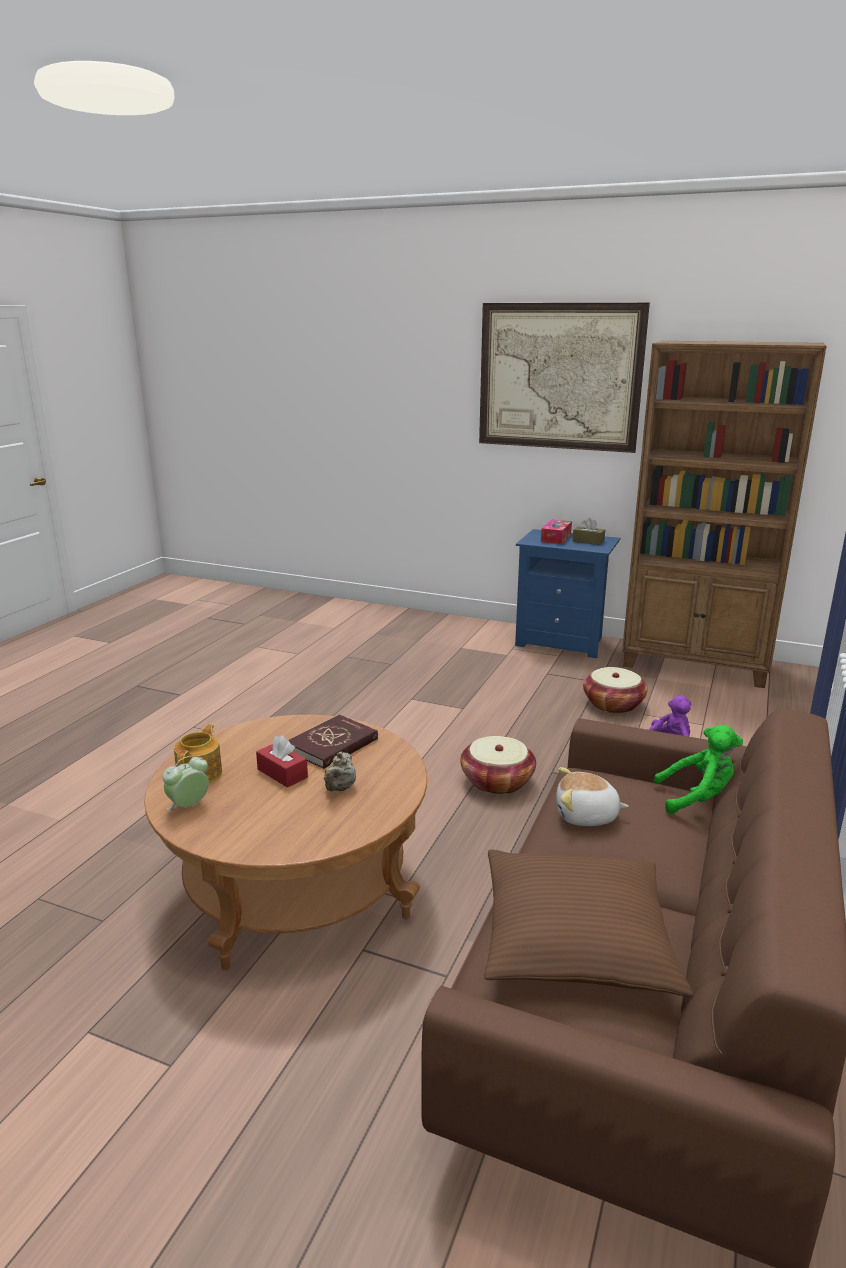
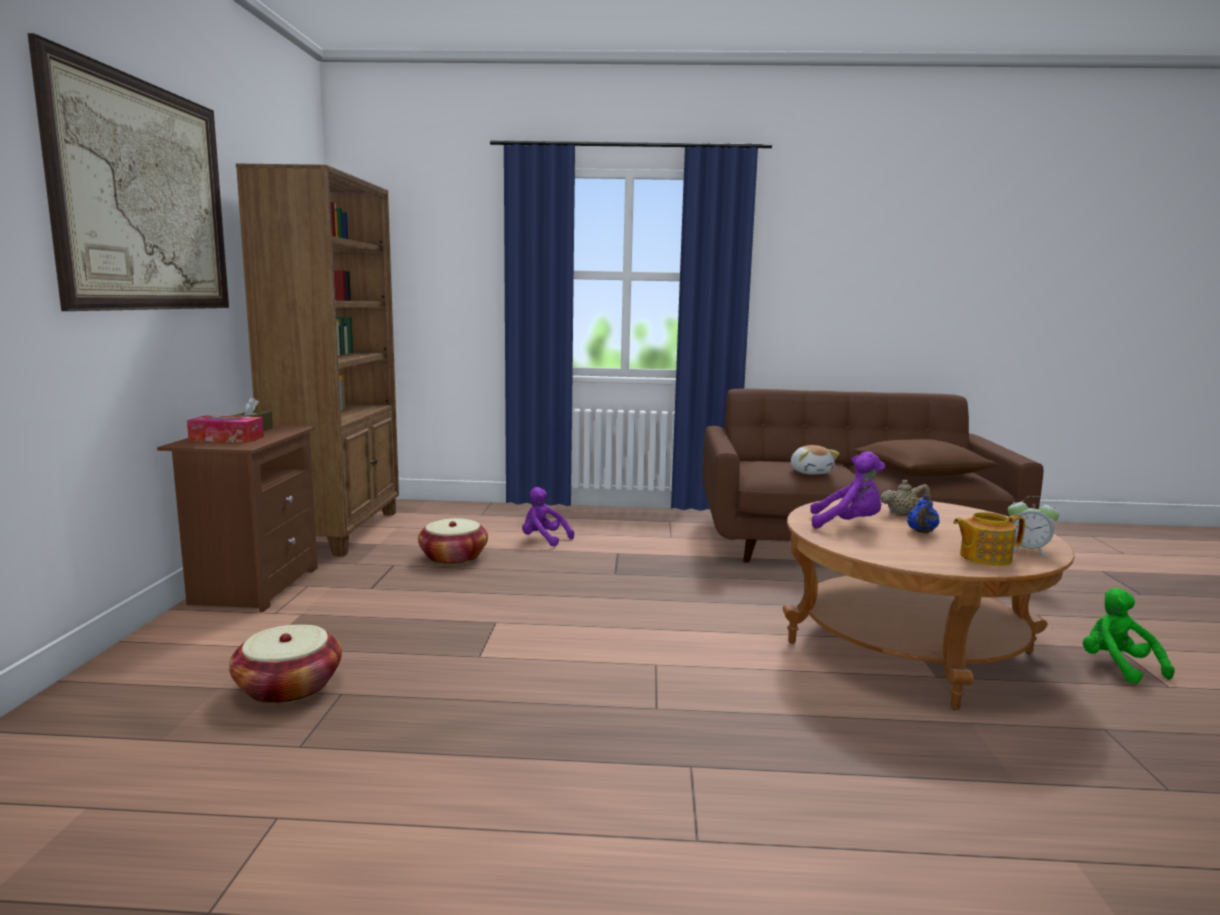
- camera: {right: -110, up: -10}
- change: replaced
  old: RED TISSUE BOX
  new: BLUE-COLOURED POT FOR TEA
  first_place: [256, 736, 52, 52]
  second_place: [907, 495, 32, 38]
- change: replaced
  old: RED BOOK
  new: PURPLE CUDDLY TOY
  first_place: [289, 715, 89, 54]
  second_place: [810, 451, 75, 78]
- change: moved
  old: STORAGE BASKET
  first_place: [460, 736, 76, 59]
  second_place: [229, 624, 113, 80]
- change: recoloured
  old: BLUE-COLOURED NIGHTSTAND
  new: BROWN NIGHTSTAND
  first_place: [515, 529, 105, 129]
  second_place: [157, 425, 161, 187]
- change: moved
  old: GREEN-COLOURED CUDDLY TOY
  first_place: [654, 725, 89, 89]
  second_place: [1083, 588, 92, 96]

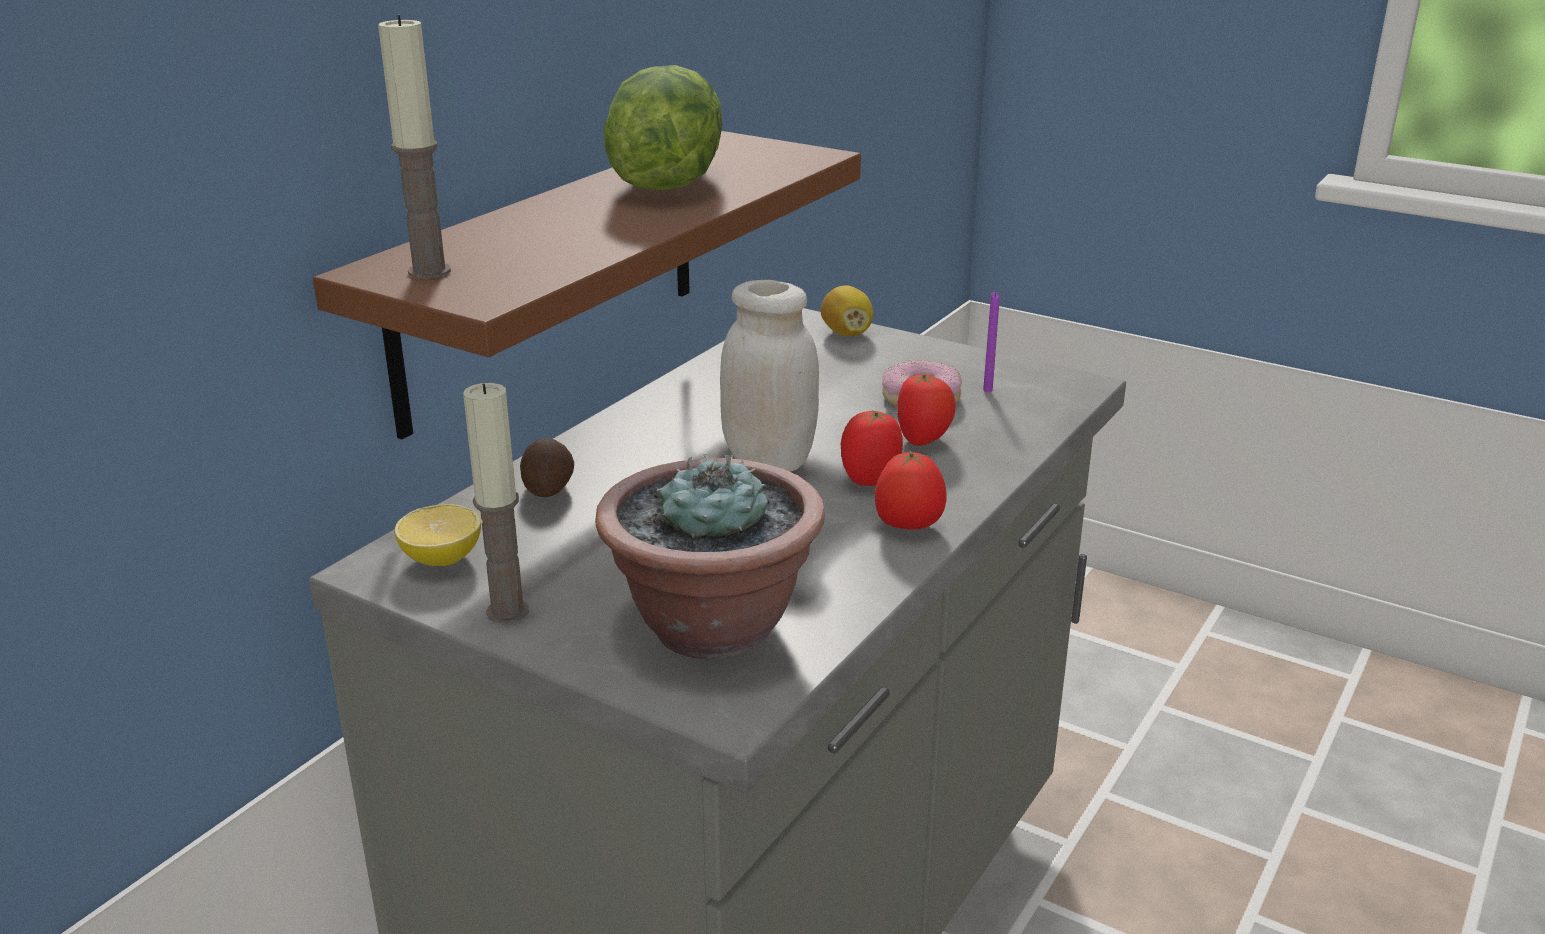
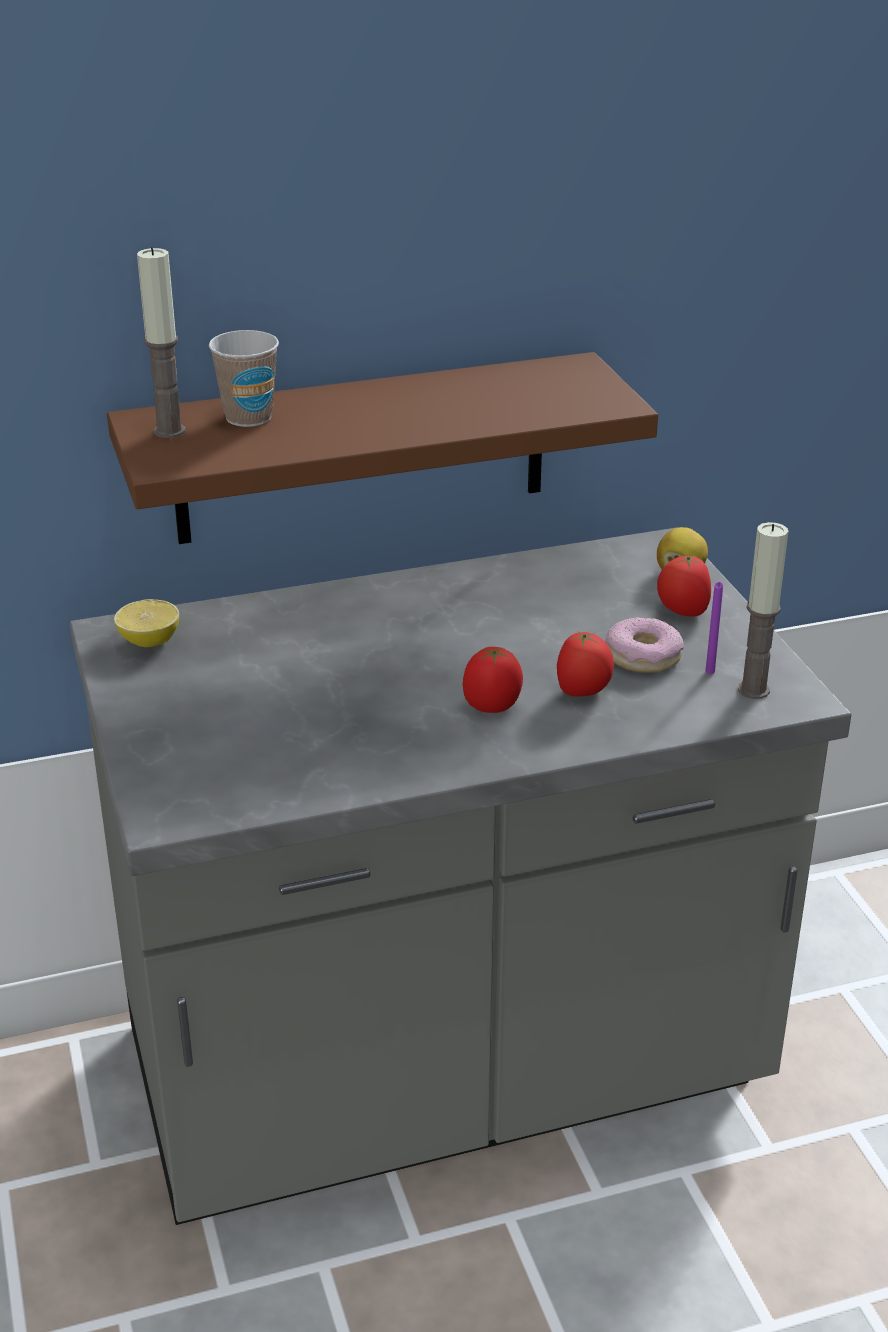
- camera: {right: 40, up: 5}
- change: moved
  old: CANDLE
  first_place: [463, 383, 66, 241]
  second_place: [738, 522, 50, 177]
- change: removed
  old: WHOLE POTATO
  first_place: [520, 438, 54, 59]
- change: removed
  old: POTTED PLANT
  first_place: [595, 454, 230, 206]
- change: removed
  old: HEAD OF LETTUCE
  first_place: [604, 65, 118, 125]
- change: removed
  old: WHITISH STORAGE JAR
  first_place: [720, 280, 99, 192]
- change: moved
  old: FRESH TOMATO
  first_place: [875, 451, 72, 79]
  second_place: [657, 555, 54, 61]
- change: added
  new: SMALL CUP
  second_place: [209, 330, 70, 97]

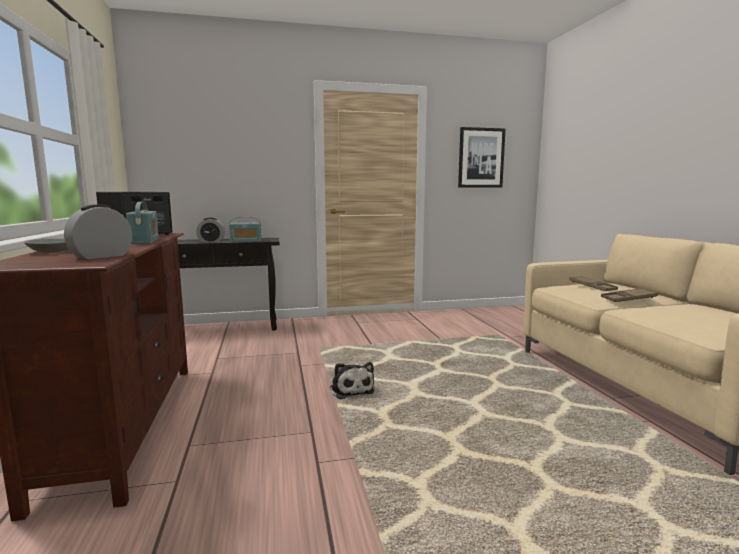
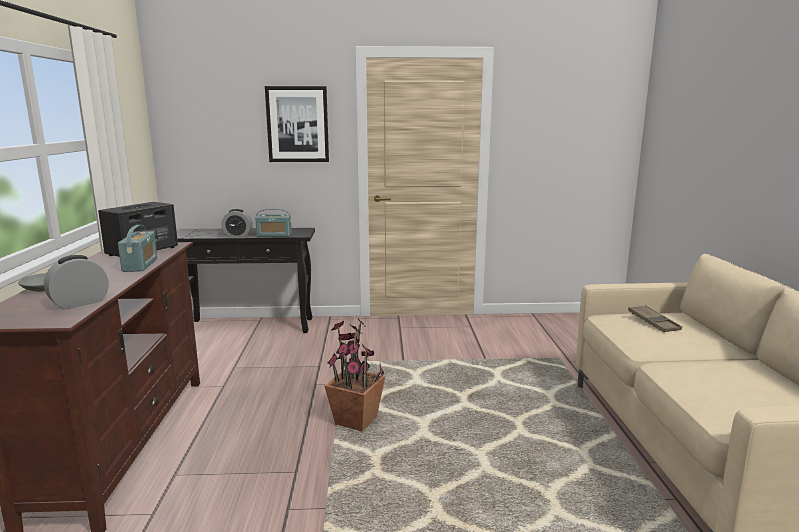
- camera: {right: 10, up: 5}
- change: replaced
  old: CUDDLY TOY
  new: POTTED PLANT
  first_place: [330, 362, 44, 37]
  second_place: [324, 318, 61, 113]
- change: moved
  old: WALL PICTURE
  first_place: [458, 127, 48, 61]
  second_place: [265, 86, 64, 76]
- change: removed
  old: BROWN SERVING TRAY
  first_place: [601, 288, 57, 14]

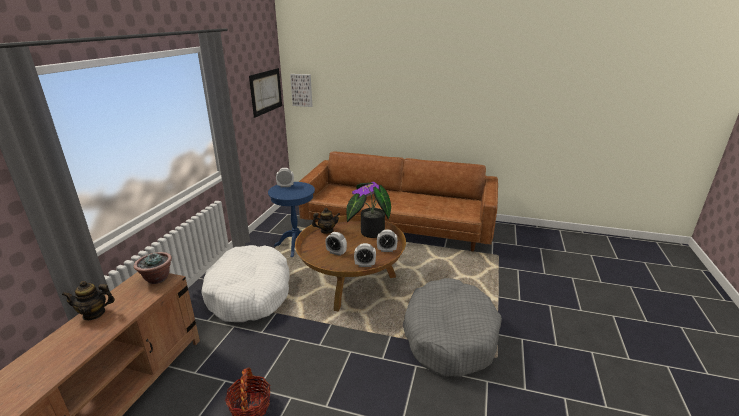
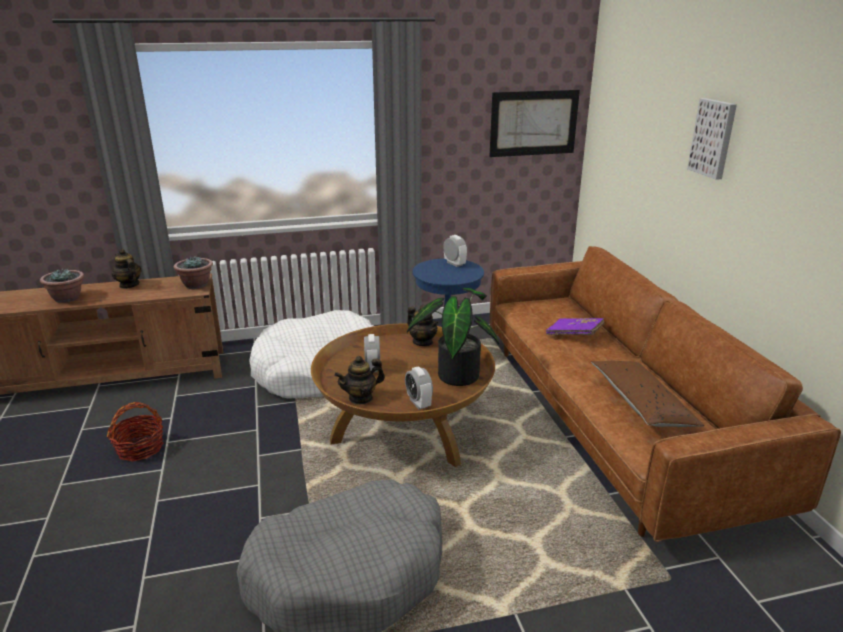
- camera: {right: 60, up: 0}
- change: moved
  old: WALL PICTURE
  first_place: [290, 74, 23, 33]
  second_place: [687, 98, 50, 82]
- change: replaced
  old: ALARM CLOCK
  new: POT FOR TEA
  first_place: [354, 243, 22, 24]
  second_place: [334, 356, 51, 49]
- change: added
  new: POTTED PLANT
  second_place: [40, 268, 44, 35]
- change: added
  new: BROWN CUSHION
  second_place: [591, 361, 113, 66]

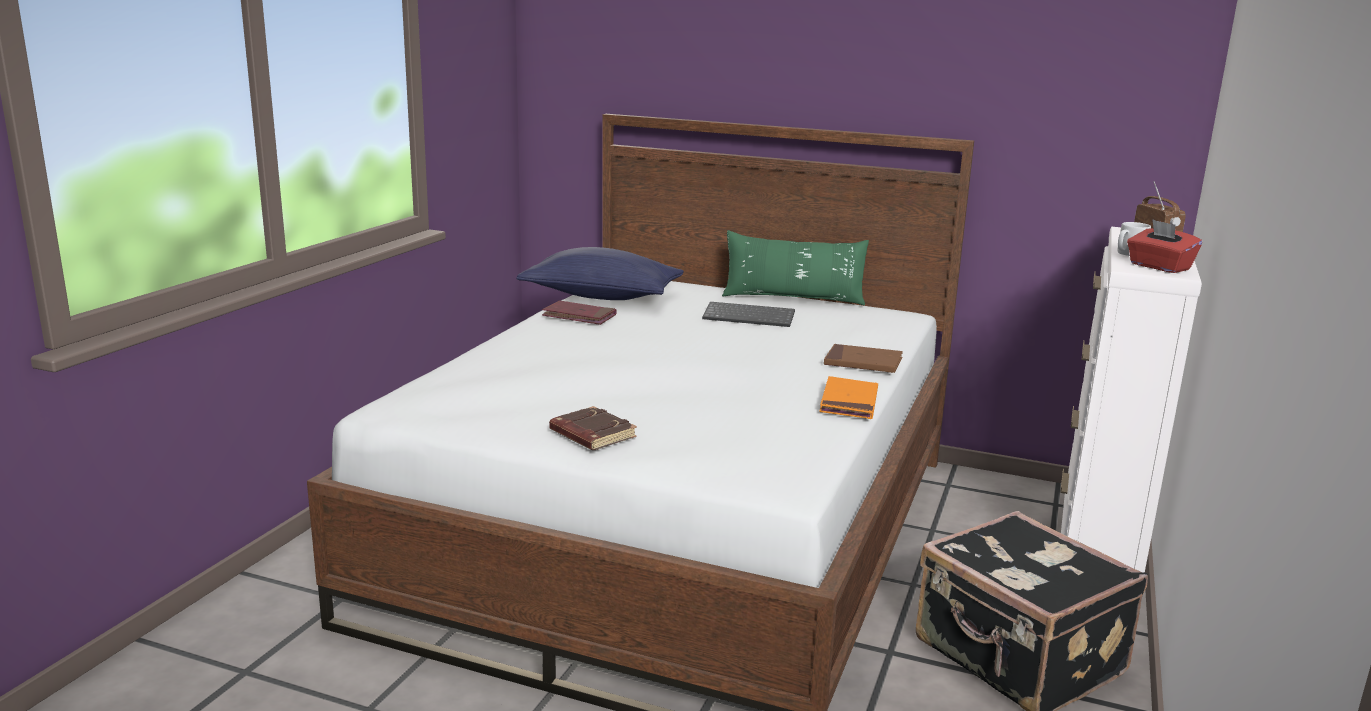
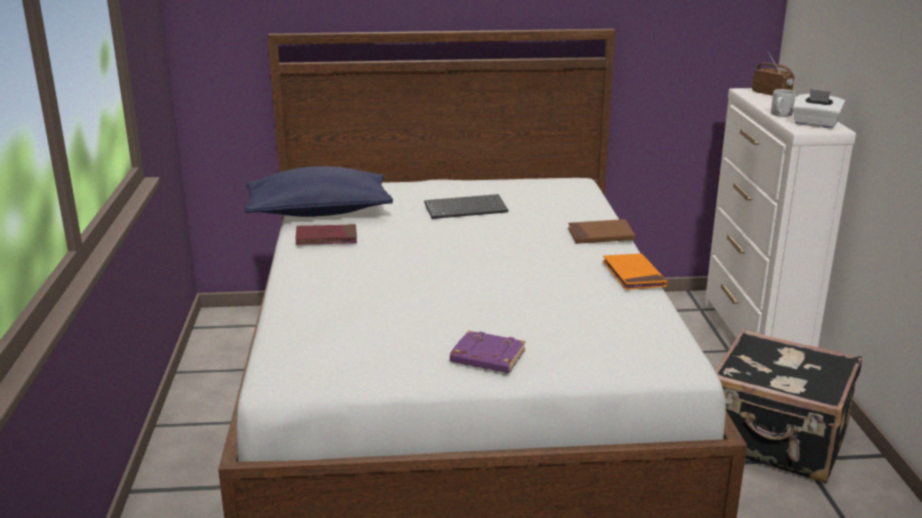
- camera: {right: -25, up: 5}
- change: recoloured
  old: BROWN BOOK
  new: PURPLE BOOK
  first_place: [549, 406, 88, 44]
  second_place: [450, 330, 76, 43]
- change: removed
  old: GREEN-COLOURED CUSHION
  first_place: [722, 230, 147, 75]
- change: recoloured
  old: RED TISSUE BOX
  new: WHITISH TISSUE BOX
  first_place: [1127, 219, 75, 54]
  second_place: [792, 89, 53, 39]

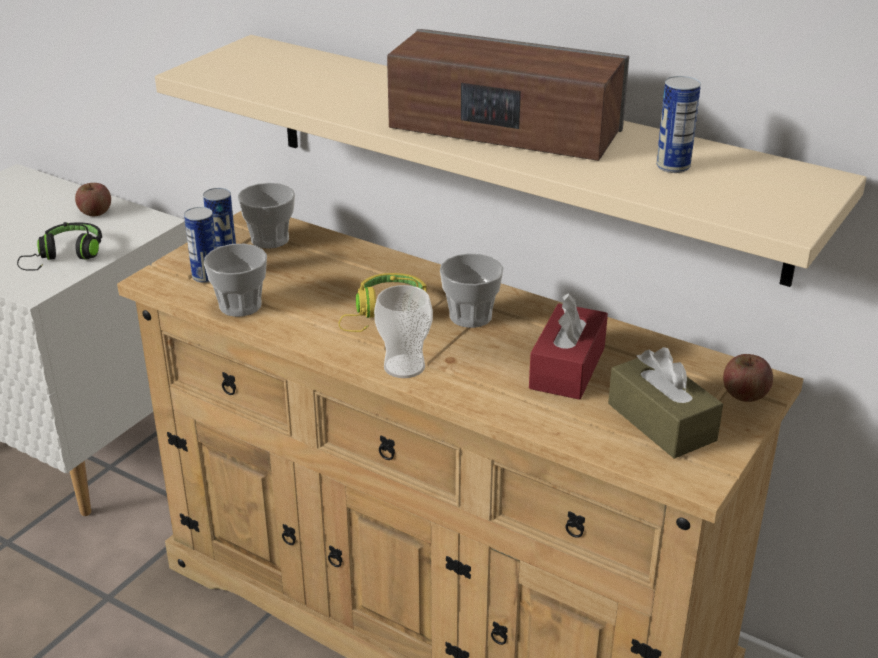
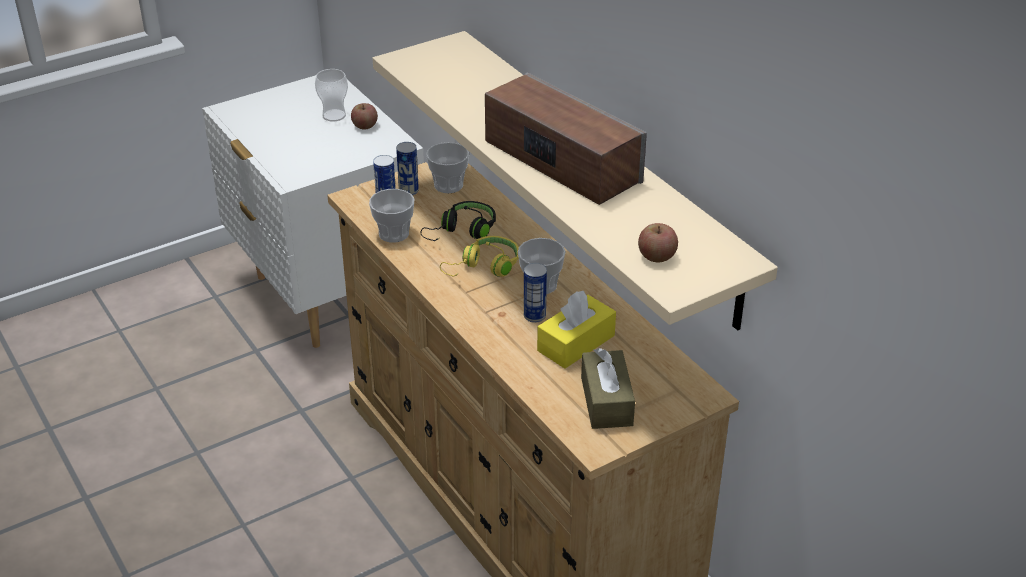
- camera: {right: 25, up: 5}
- change: moved
  old: BLACKISH HEADSET
  first_place: [17, 222, 85, 48]
  second_place: [421, 201, 75, 40]
- change: moved
  old: SMALL CUP
  first_place: [374, 285, 59, 93]
  second_place: [315, 69, 33, 53]
- change: recoloured
  old: RED TISSUE BOX
  new: YELLOW TISSUE BOX
  first_place: [529, 293, 79, 107]
  second_place: [537, 291, 79, 78]
- change: moved
  old: CAN
  first_place: [656, 76, 45, 97]
  second_place: [524, 263, 23, 60]
- change: moved
  old: APPLE
  first_place: [723, 354, 50, 48]
  second_place: [638, 223, 40, 39]

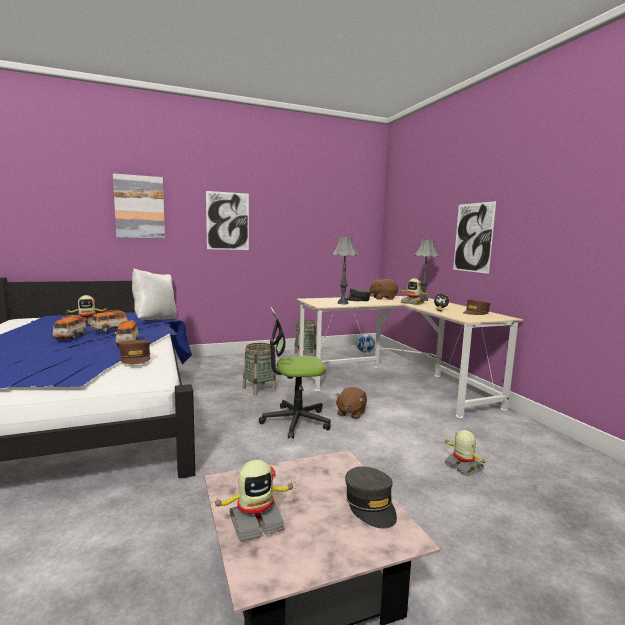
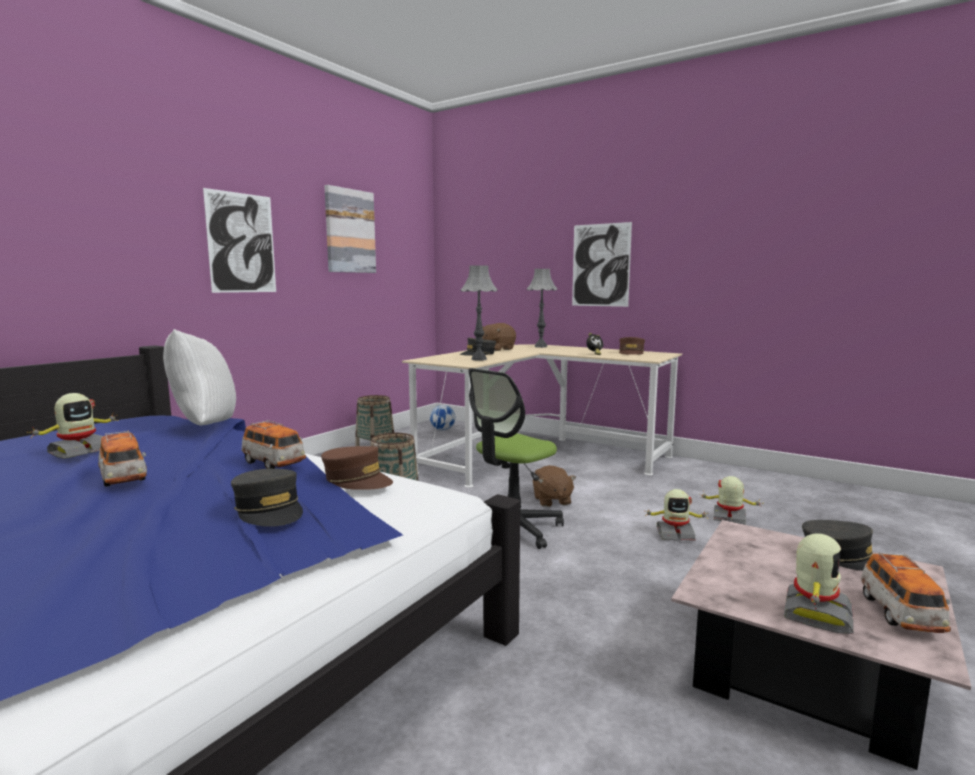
- camera: {right: -35, up: 0}
- change: moved
  old: MODEL CAR
  first_place: [90, 310, 38, 22]
  second_place: [861, 552, 90, 81]
- change: moved
  old: WALL PICTURE
  first_place: [113, 173, 52, 66]
  second_place: [324, 185, 52, 88]
- change: moved
  old: TOY ROBOT
  first_place: [400, 278, 28, 27]
  second_place: [645, 489, 62, 52]
- change: added
  new: GREY CAP
  second_place: [231, 469, 72, 58]

